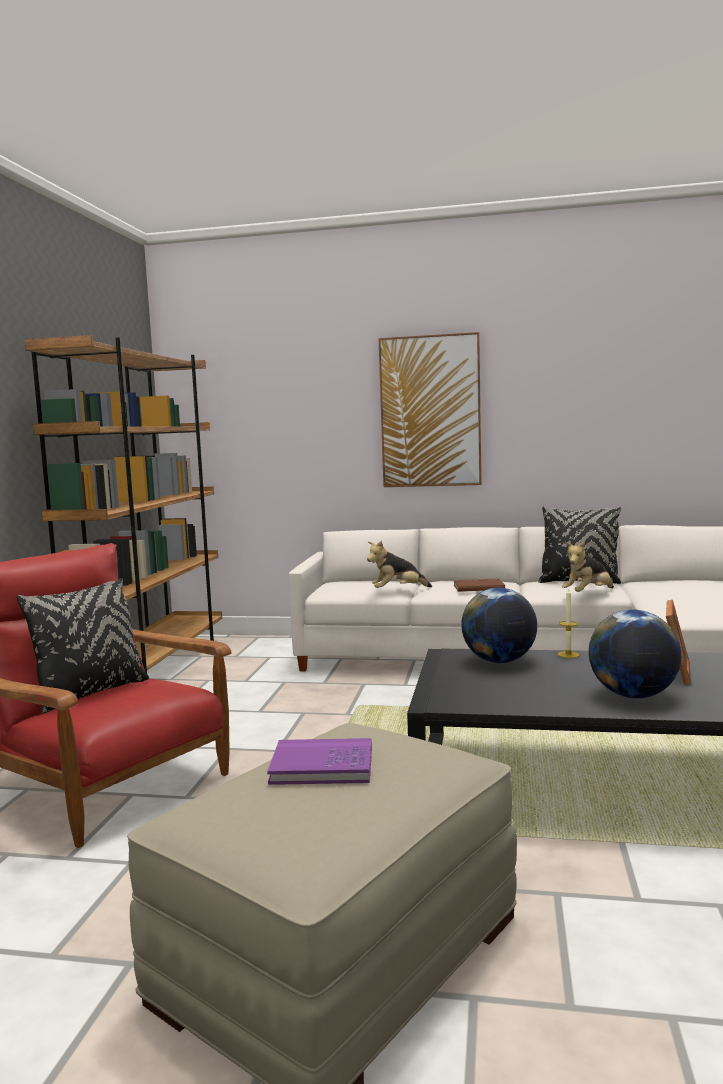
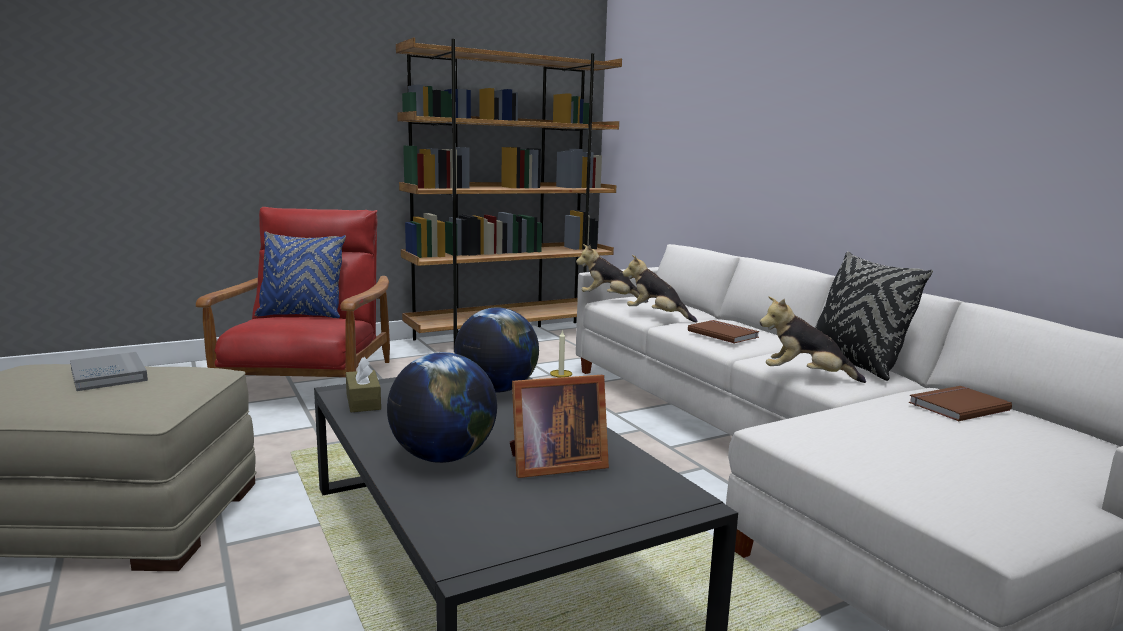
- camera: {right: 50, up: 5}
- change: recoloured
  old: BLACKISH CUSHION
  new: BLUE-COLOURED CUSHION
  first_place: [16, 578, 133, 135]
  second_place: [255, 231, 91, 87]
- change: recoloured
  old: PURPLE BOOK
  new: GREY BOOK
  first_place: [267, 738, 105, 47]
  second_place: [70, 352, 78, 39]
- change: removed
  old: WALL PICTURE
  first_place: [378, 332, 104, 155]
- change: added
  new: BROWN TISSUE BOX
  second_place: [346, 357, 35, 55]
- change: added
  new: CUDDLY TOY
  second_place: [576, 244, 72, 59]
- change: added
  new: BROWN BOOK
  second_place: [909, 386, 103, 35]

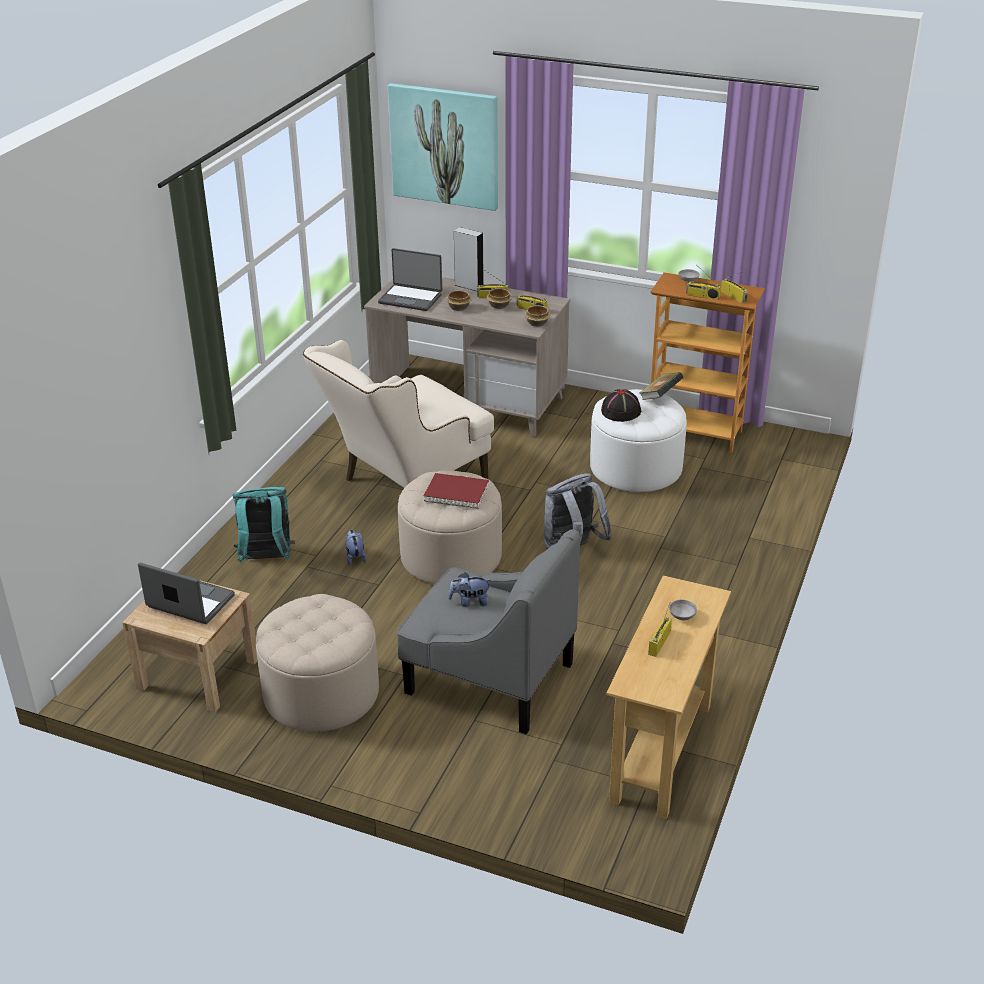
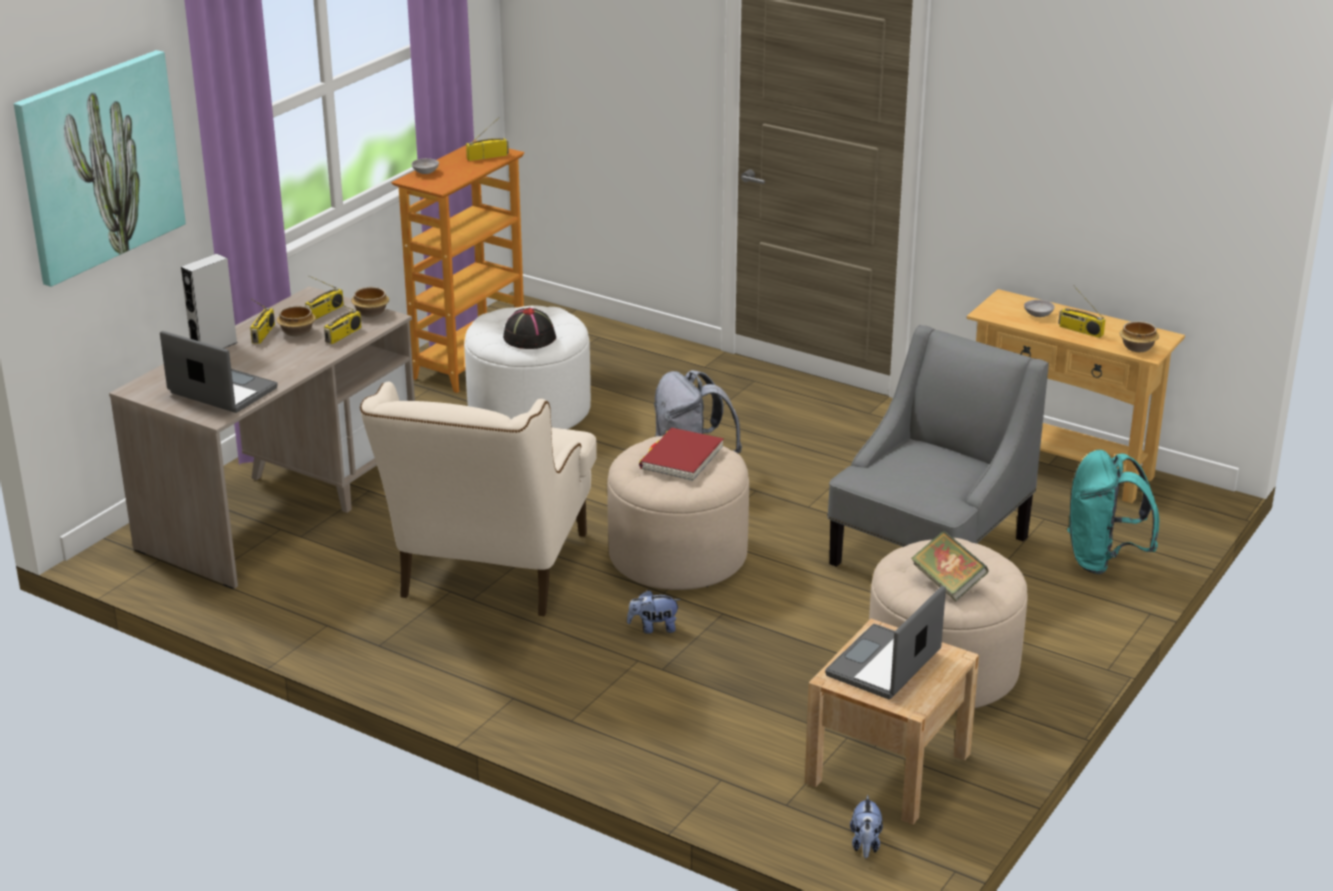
- camera: {right: -80, up: -5}
- change: moved
  old: BLUE-GREEN BACKPACK
  first_place: [232, 487, 63, 76]
  second_place: [1067, 450, 92, 124]
- change: turned
  old: SAND-COLOURED EASY CHAIR
  first_place: [303, 340, 191, 148]
  second_place: [360, 382, 237, 234]
  degrees: 45
- change: turned
  old: LAPTOP
  first_place: [378, 248, 64, 63]
  second_place: [160, 331, 117, 82]
  degrees: -90
- change: moved
  old: SERVING BOWL
  first_place: [446, 290, 26, 21]
  second_place: [1120, 321, 39, 31]
- change: moved
  old: CUDDLY TOY
  first_place: [448, 572, 43, 35]
  second_place: [850, 795, 33, 63]
- change: moved
  old: BOOK
  first_place: [640, 372, 43, 28]
  second_place: [911, 531, 78, 70]
- change: moved
  old: RADIO RECEIVER
  first_place: [686, 269, 35, 31]
  second_place: [324, 298, 38, 46]

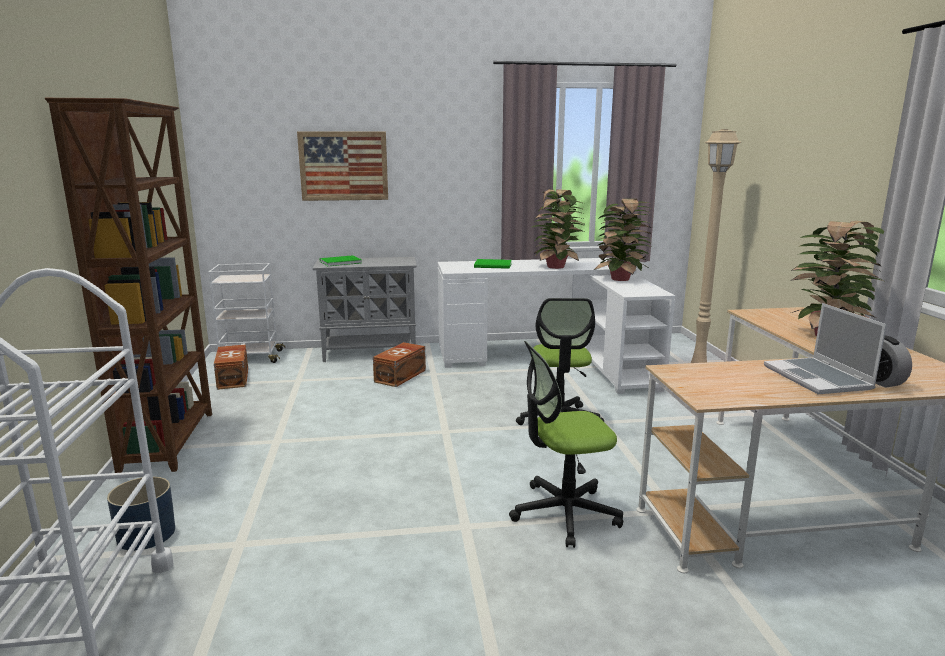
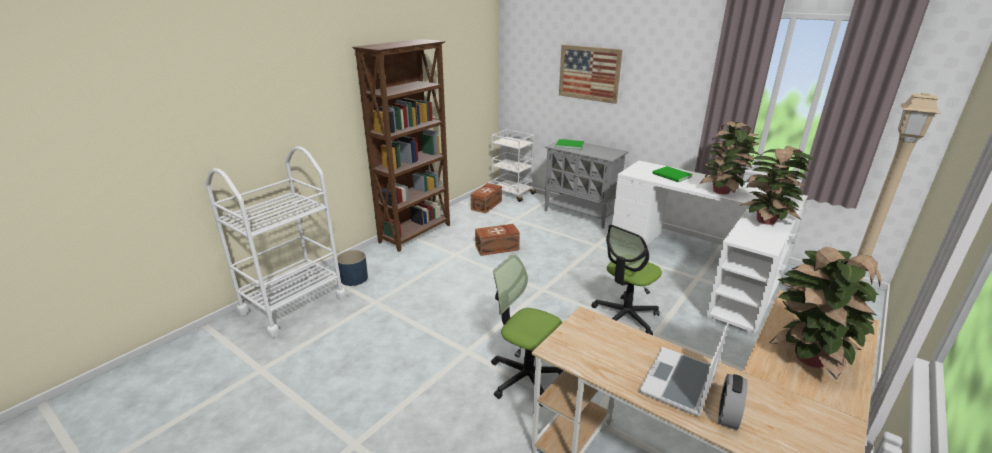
- camera: {right: 45, up: 10}
- change: moved
  old: BROWN STORAGE BIN
  first_place: [373, 342, 53, 45]
  second_place: [475, 224, 45, 32]

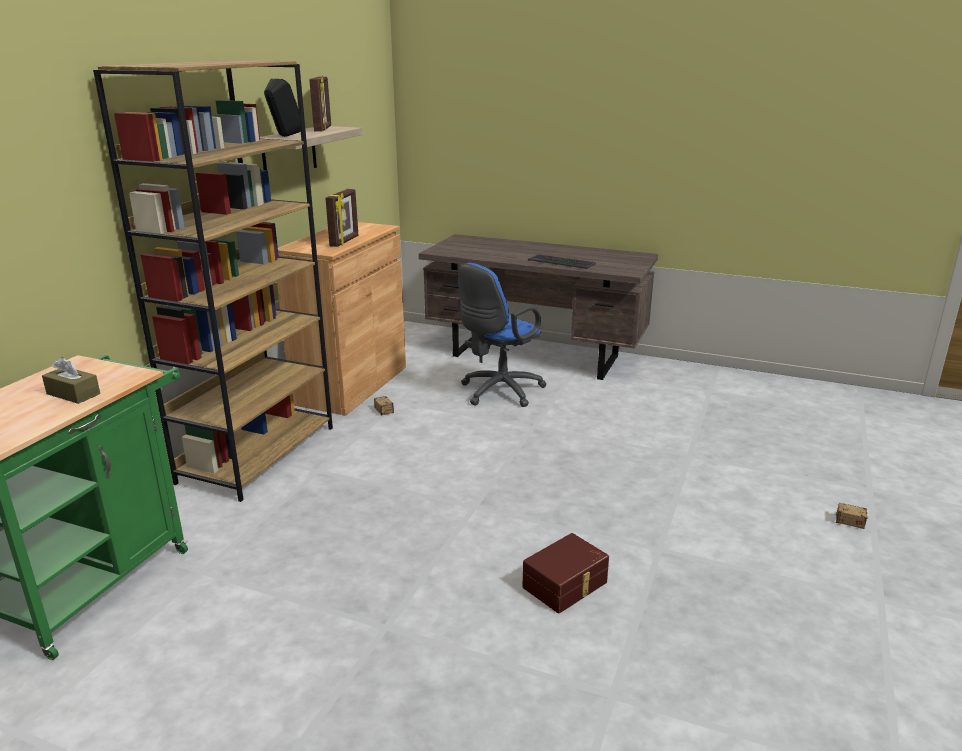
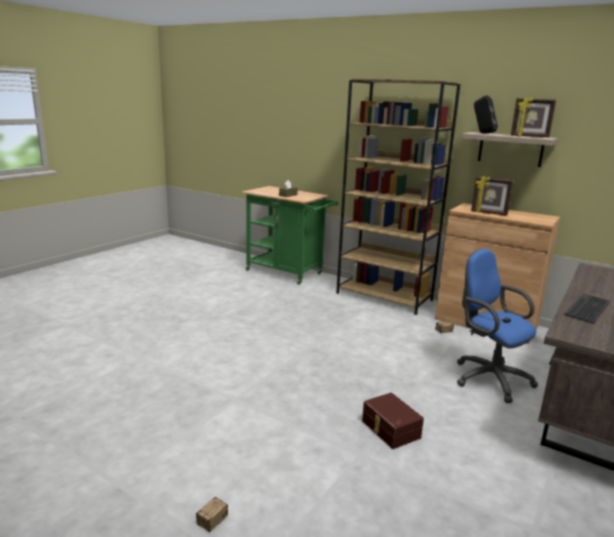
- camera: {right: 100, up: -5}
- change: moved
  old: BROWN STORAGE BIN
  first_place: [523, 533, 86, 80]
  second_place: [362, 393, 62, 56]

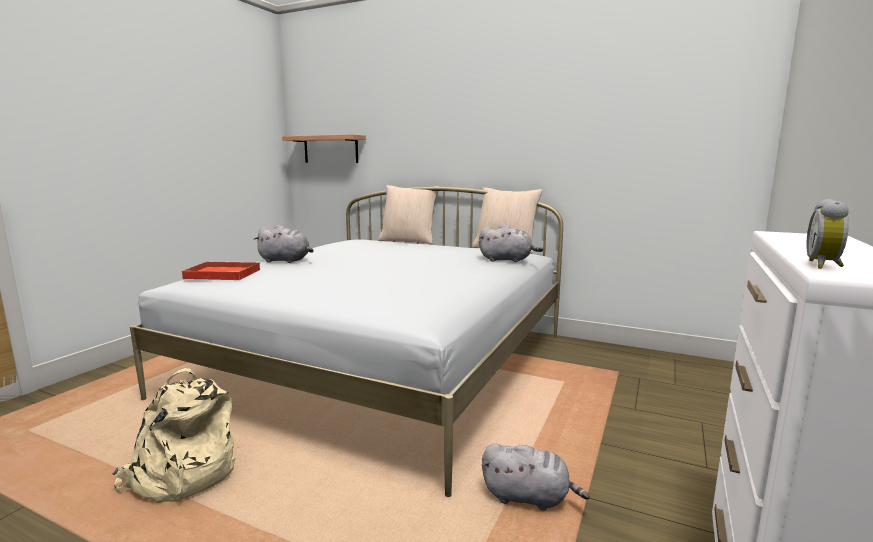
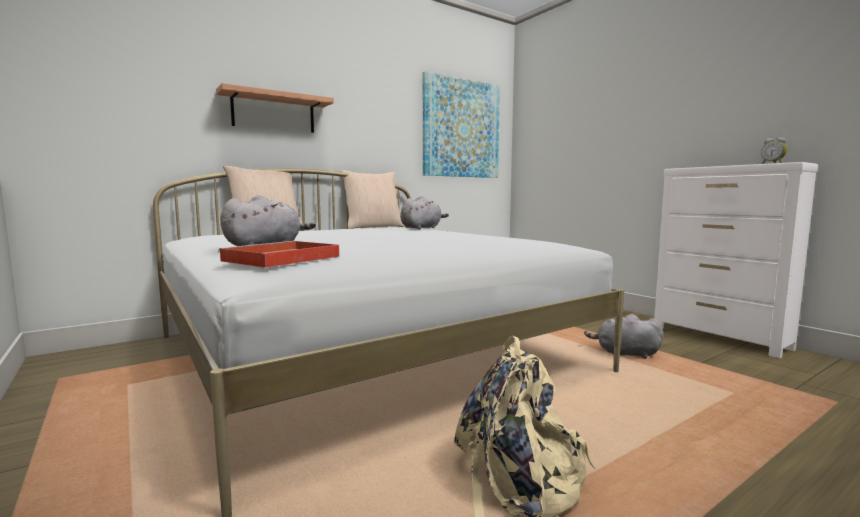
- camera: {right: -60, up: -5}
- change: moved
  old: BRACKET SHELF
  first_place: [282, 134, 84, 29]
  second_place: [216, 83, 118, 50]
- change: turned
  old: GREY CUDDLY TOY
  first_place: [482, 443, 108, 68]
  second_place: [584, 314, 80, 45]
  degrees: -120
- change: added
  new: WALL PICTURE
  second_place: [423, 71, 77, 107]

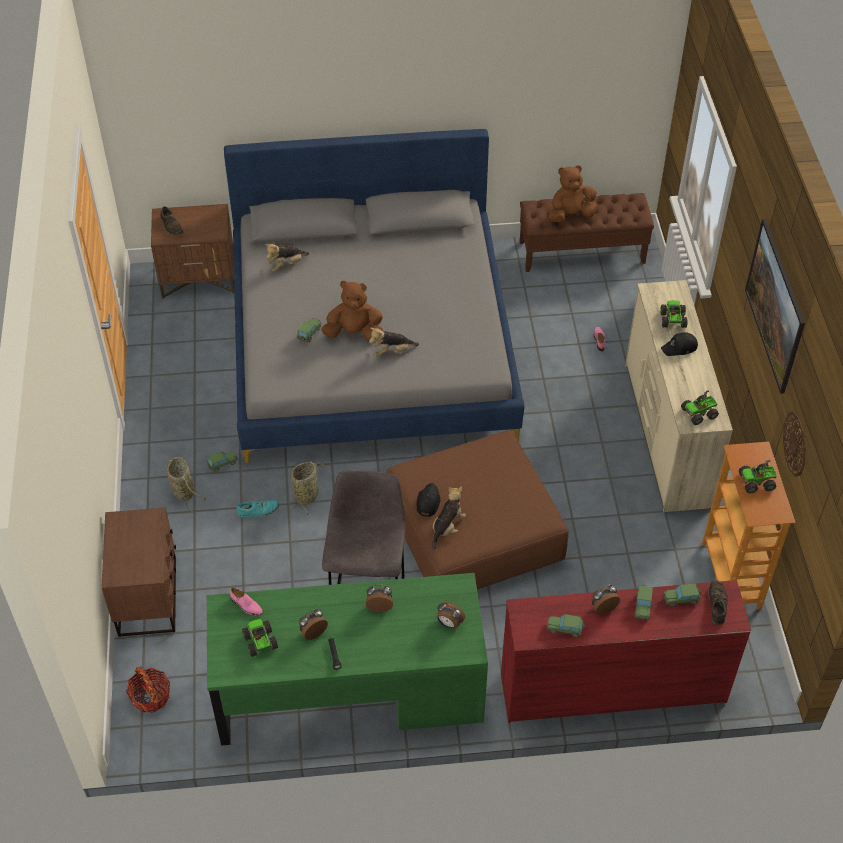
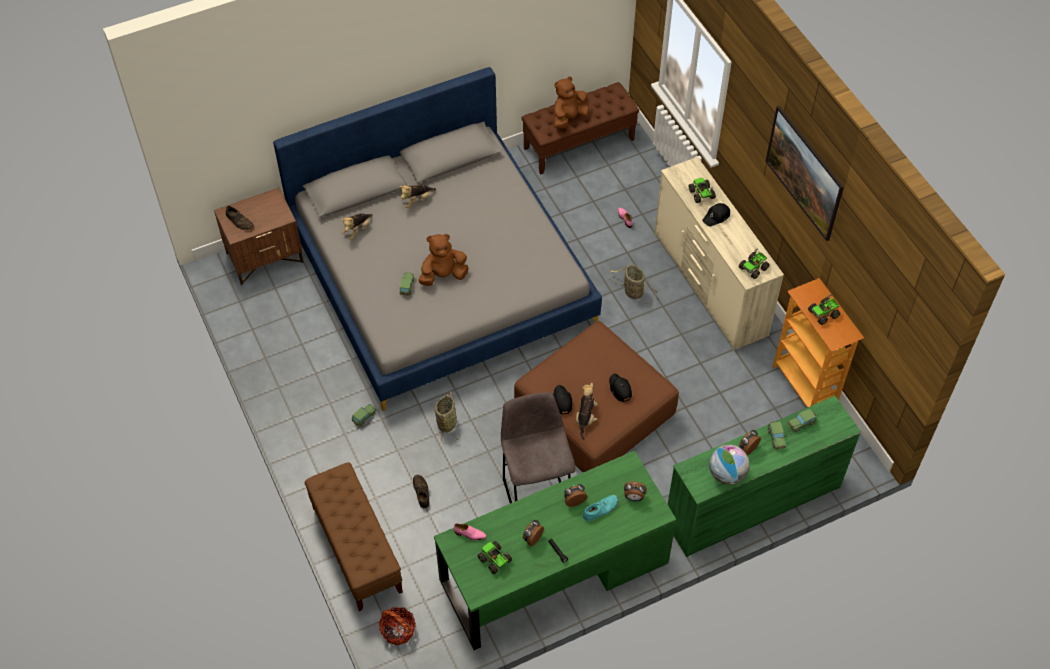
- camera: {right: -20, up: 5}
- change: replaced
  old: BROWN NIGHTSTAND
  new: BROWN LONG SEAT
  first_place: [101, 508, 75, 129]
  second_place: [305, 462, 98, 149]
- change: moved
  old: STORAGE BASKET
  first_place: [165, 457, 42, 54]
  second_place: [608, 265, 49, 40]
- change: moved
  old: BLUE-GREEN ITEM OF FOOTWEAR
  first_place: [236, 500, 43, 17]
  second_place: [583, 495, 35, 26]
- change: moved
  old: CUDDLY TOY
  first_place: [369, 328, 50, 29]
  second_place: [399, 185, 37, 23]
- change: recoloured
  old: RED DRESSER
  new: GREEN-COLOURED DRESSER
  first_place: [501, 580, 250, 143]
  second_place: [668, 396, 193, 161]
- change: replaced
  old: MODEL CAR
  new: WORLD GLOBE
  first_place: [547, 614, 38, 23]
  second_place: [709, 445, 41, 40]
- change: moved
  old: BROWN ITEM OF FOOTWEAR
  first_place: [708, 580, 20, 45]
  second_place: [413, 475, 17, 33]
- change: removed
  old: WALL CLOCK
  first_place: [783, 411, 23, 66]
- change: added
  new: BLACKISH CAP
  second_place: [609, 374, 23, 28]

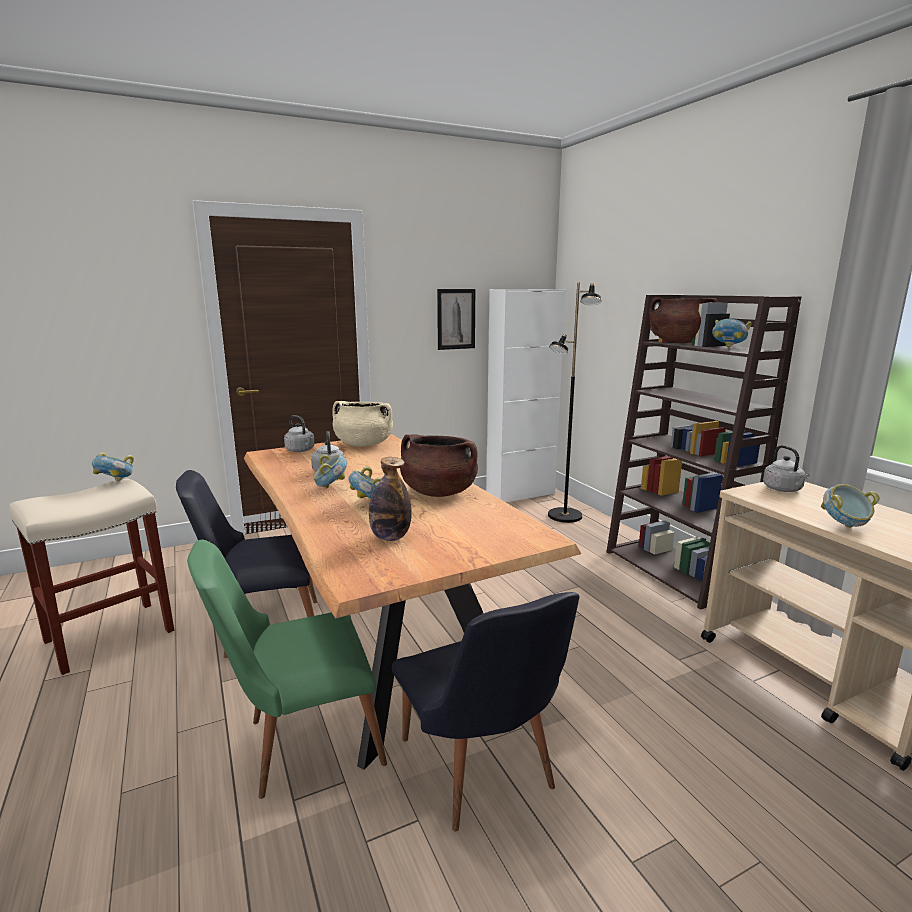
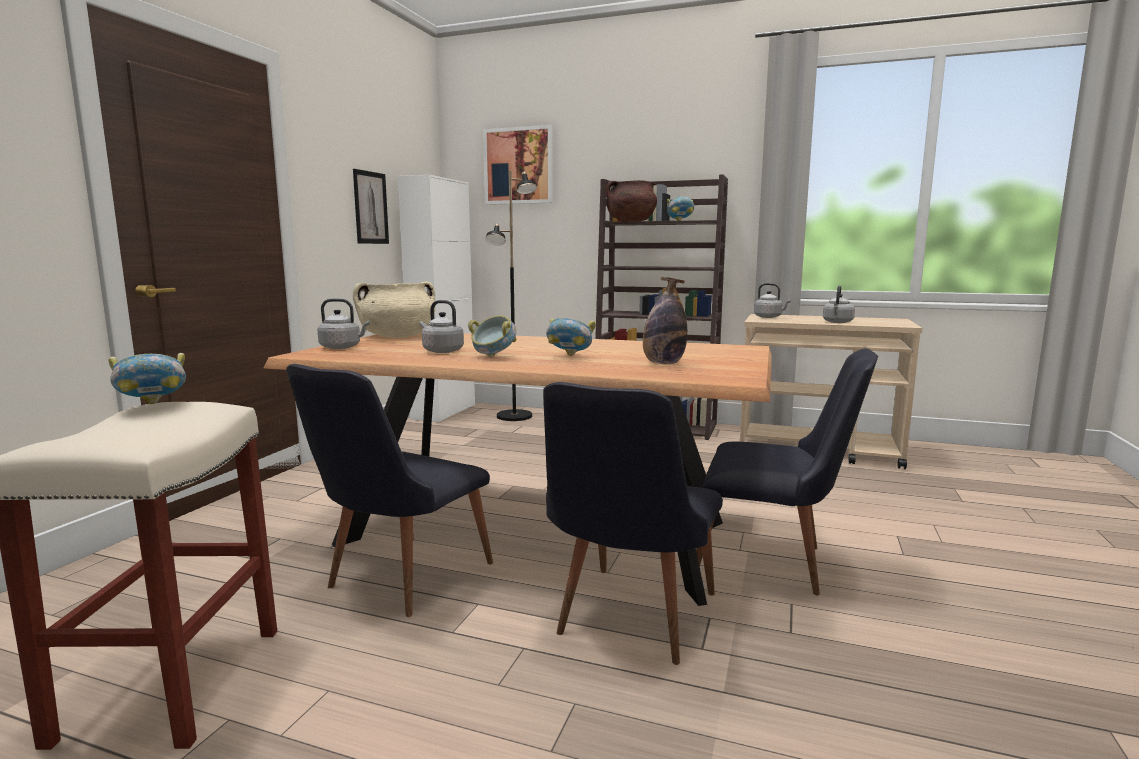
- camera: {right: -45, up: -5}
- change: recoloured
  old: GREEN-COLOURED UPRIGHT CHAIR
  new: BLACKISH UPRIGHT CHAIR
  first_place: [187, 540, 200, 259]
  second_place: [543, 382, 180, 283]
- change: removed
  old: BROWN STOCKPOT
  first_place: [400, 434, 78, 63]
- change: replaced
  old: SERVING BOWL
  new: GREY TEA KETTLE
  first_place: [821, 484, 59, 44]
  second_place: [823, 285, 32, 38]
- change: added
  new: WALL PICTURE
  second_place: [483, 125, 70, 80]

